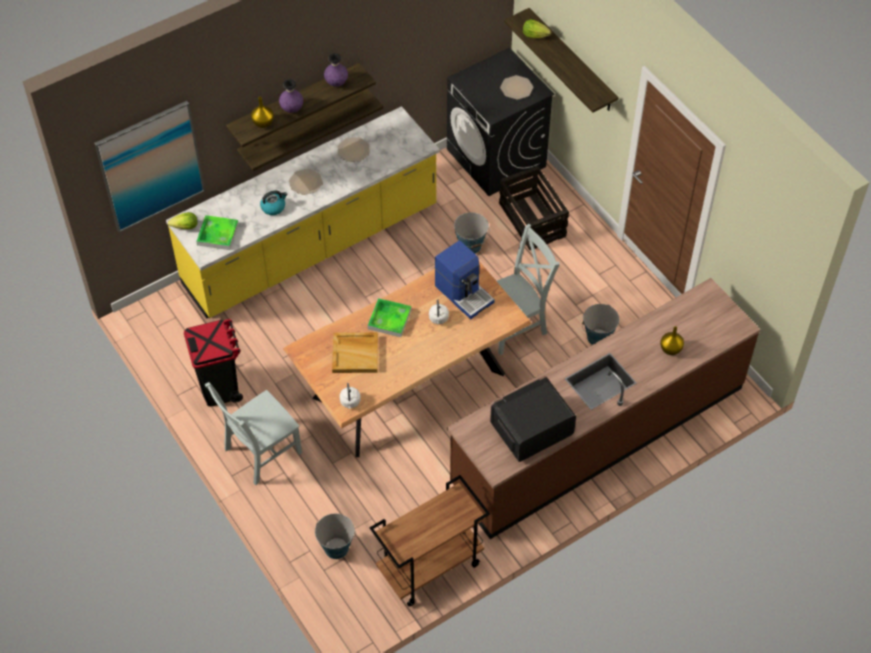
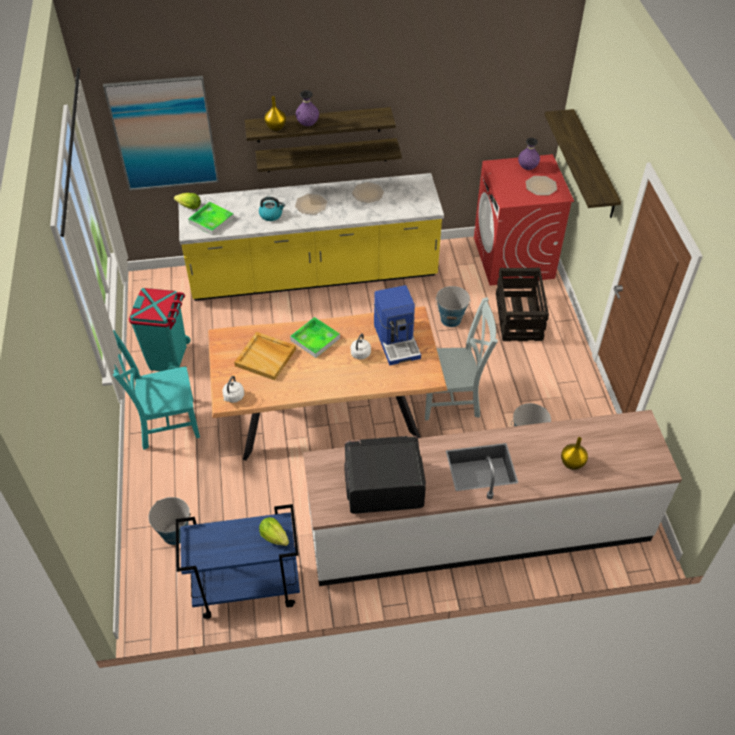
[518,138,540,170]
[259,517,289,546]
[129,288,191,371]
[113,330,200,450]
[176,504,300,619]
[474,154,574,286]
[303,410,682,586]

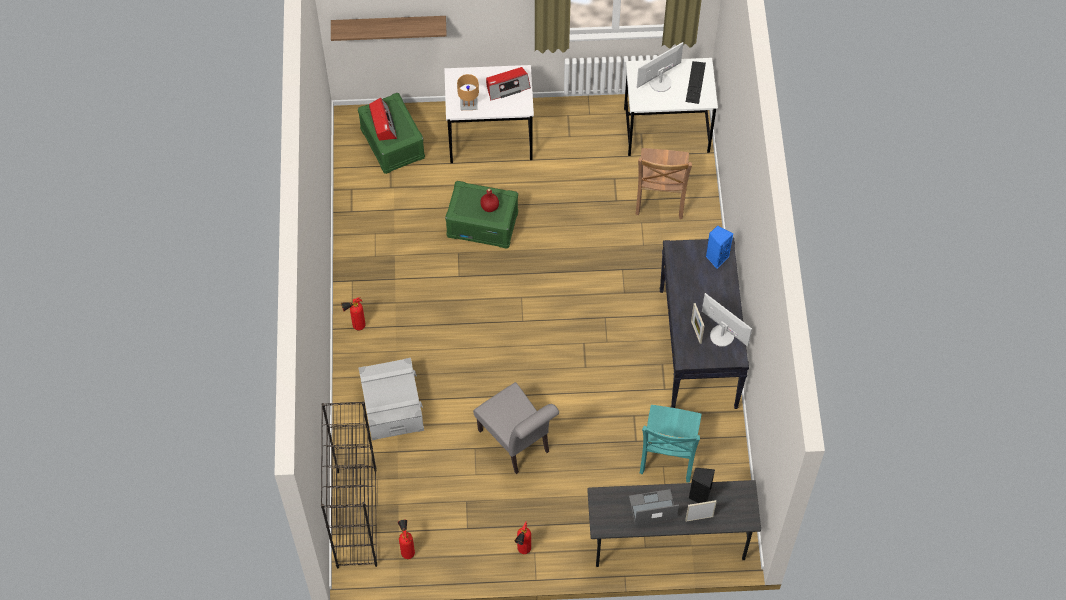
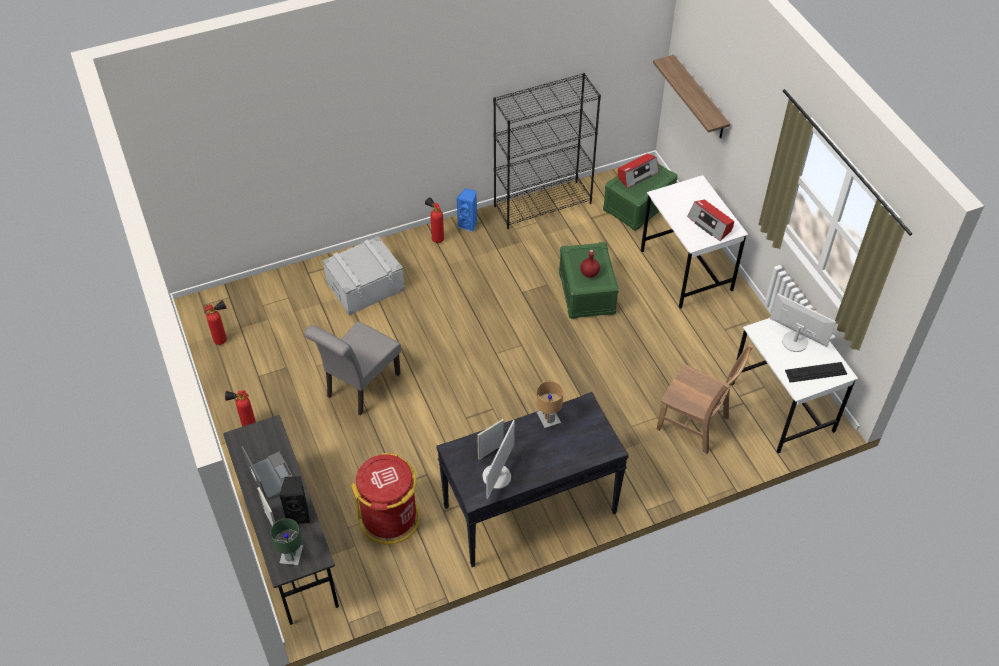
[271,518,303,565]
[493,73,601,229]
[536,381,563,428]
[457,188,477,232]
[351,453,420,544]
[656,344,754,454]

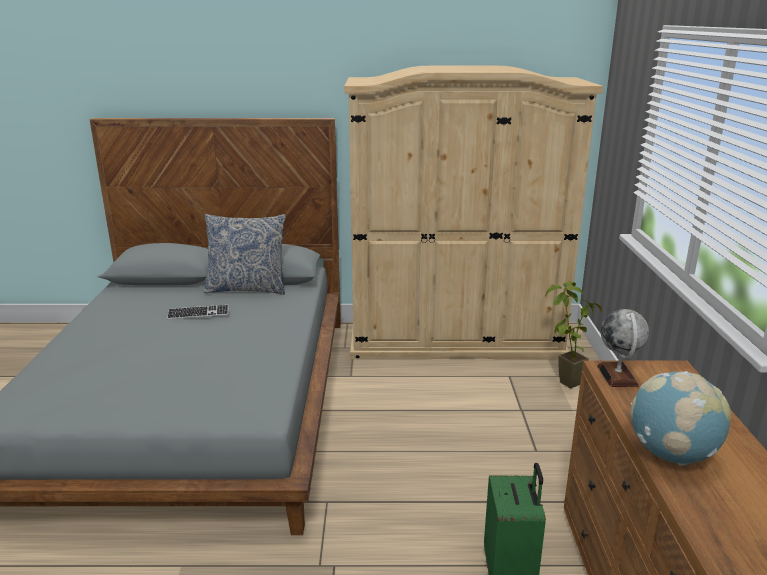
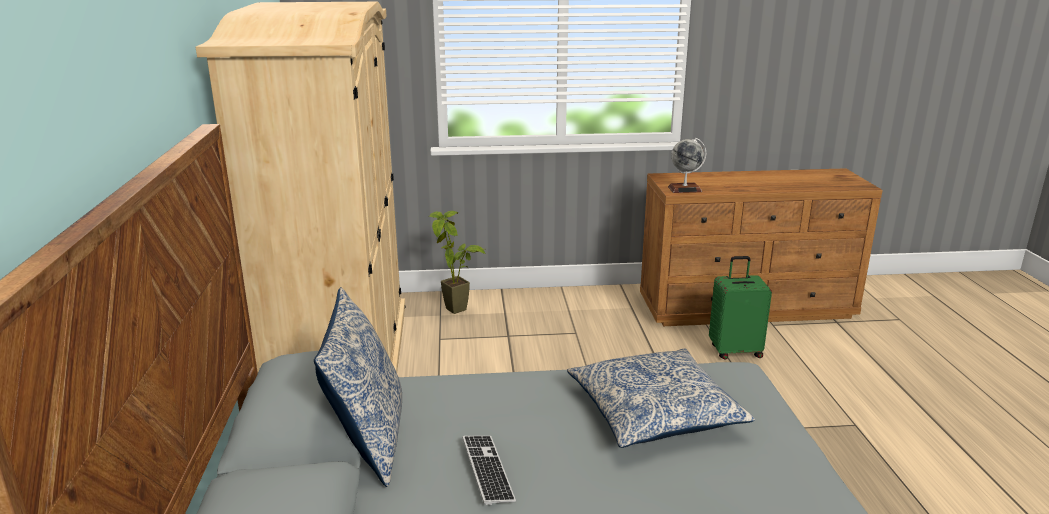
[630,371,731,466] (first image)
[567,348,755,448]

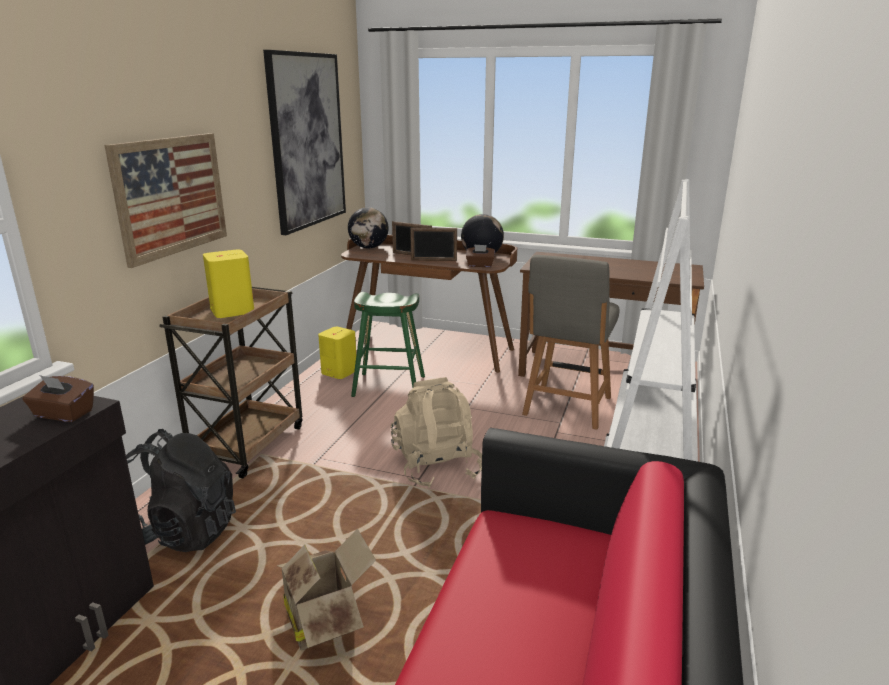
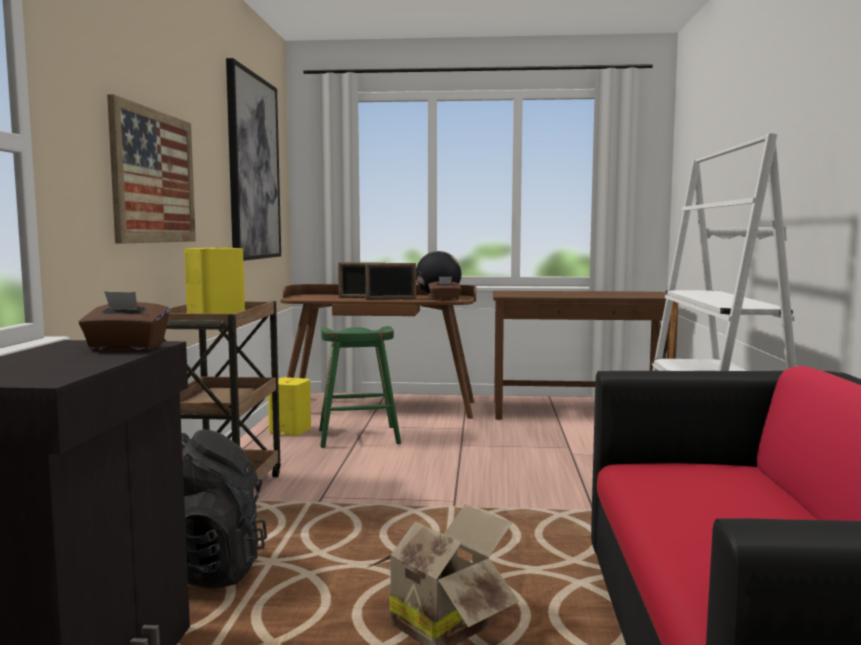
[348,207,389,248] (first image)
[391,377,482,488] (first image)
[522,255,620,430] (first image)

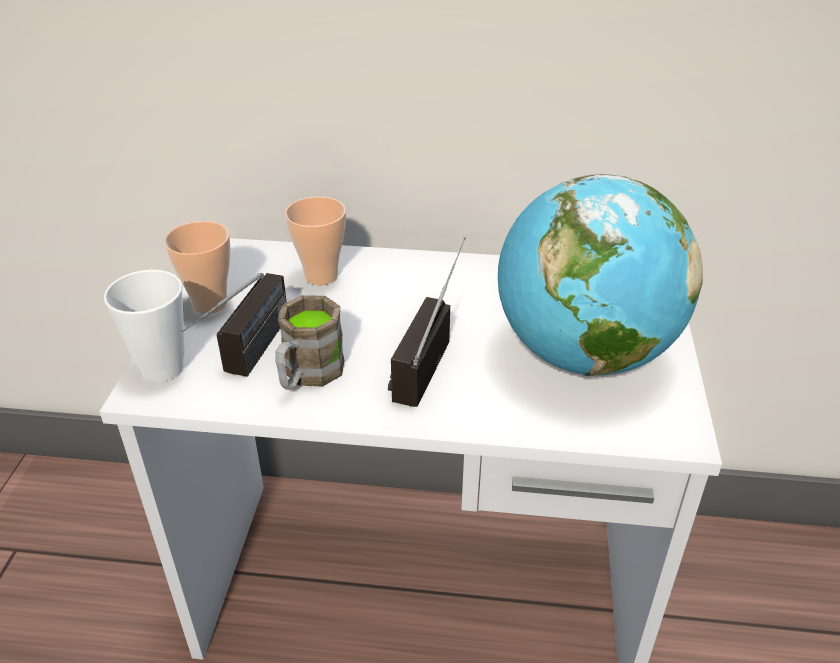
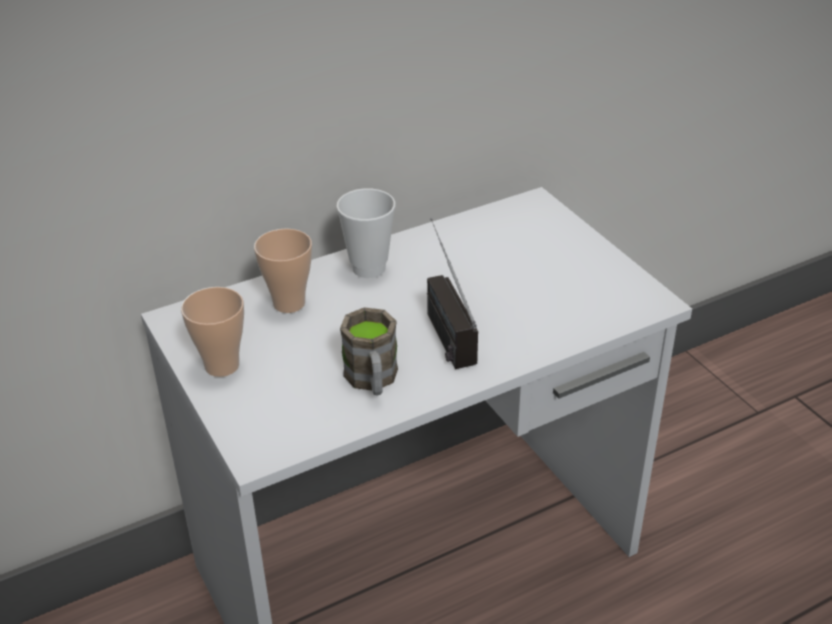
[180,273,287,377] (first image)
[498,174,703,376] (first image)
[336,188,396,278]

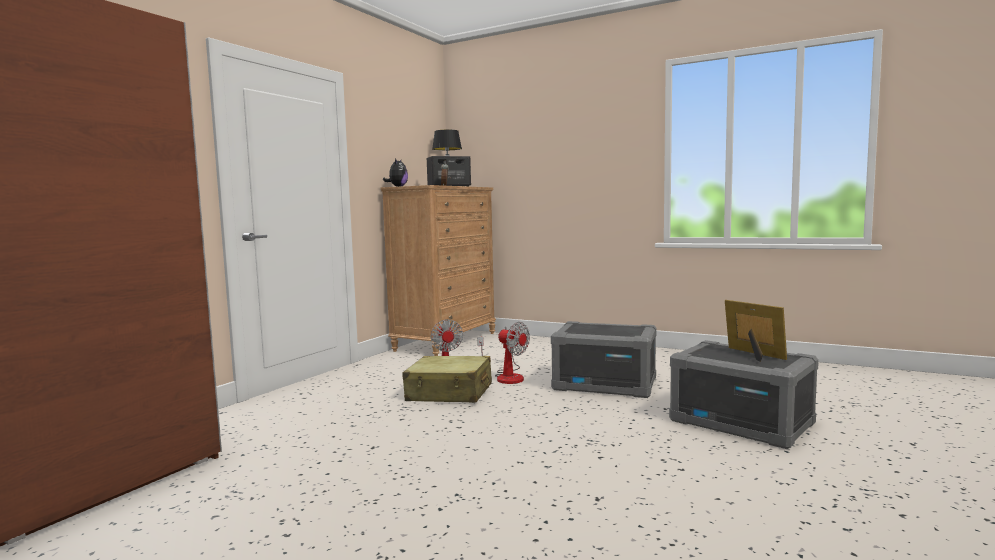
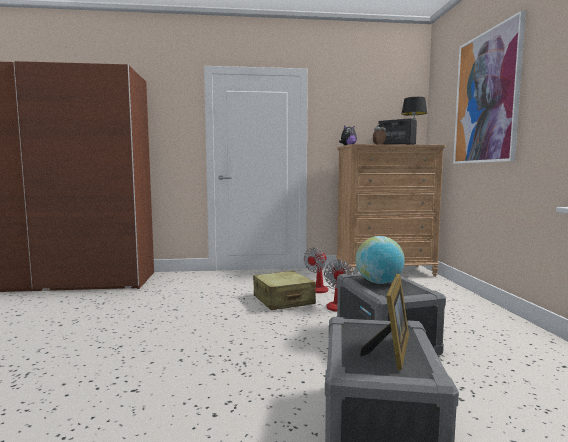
[356,236,405,284]
[453,11,526,164]

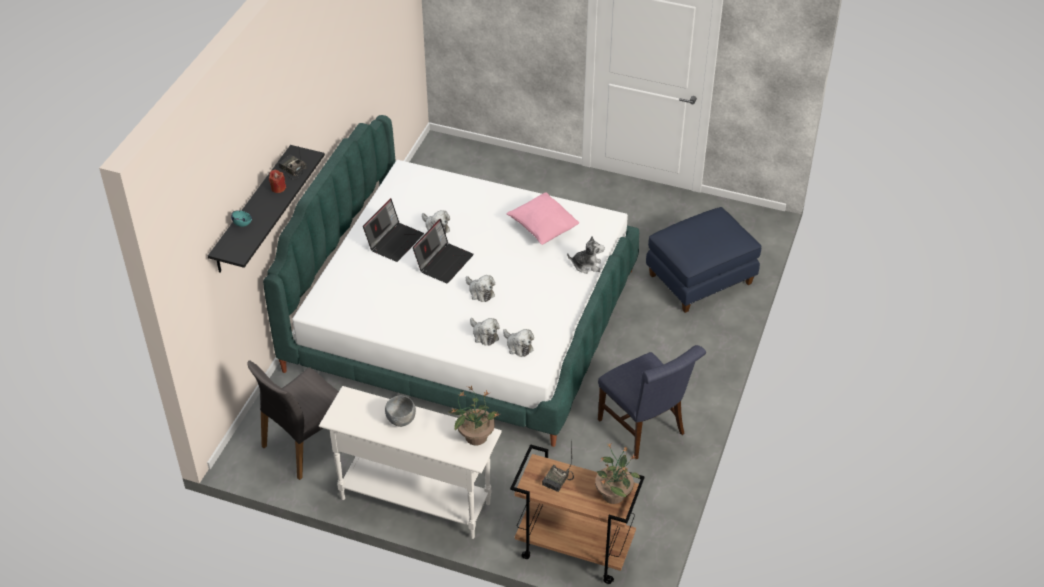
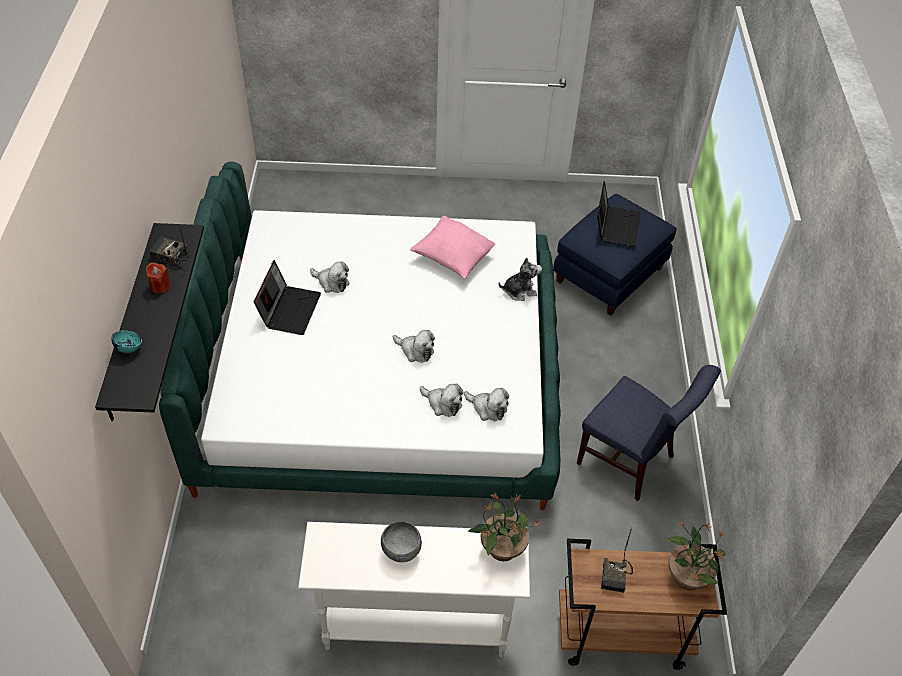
[247,360,339,480] (first image)
[597,181,641,247]

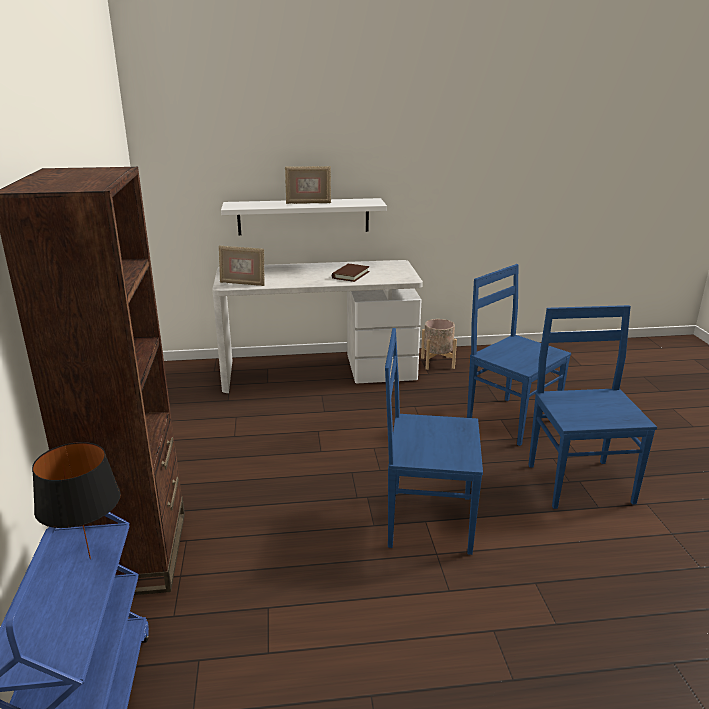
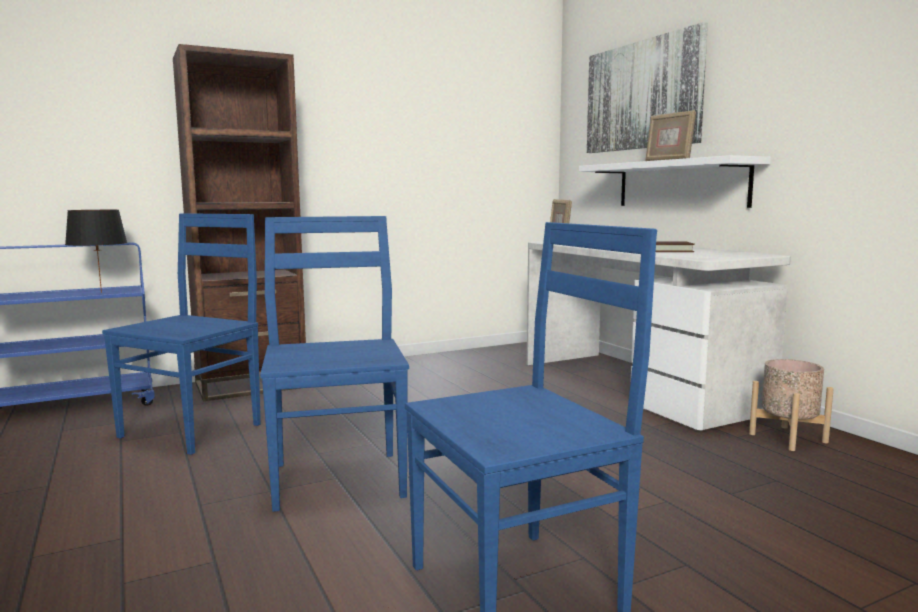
[587,22,708,153]
[102,213,261,455]

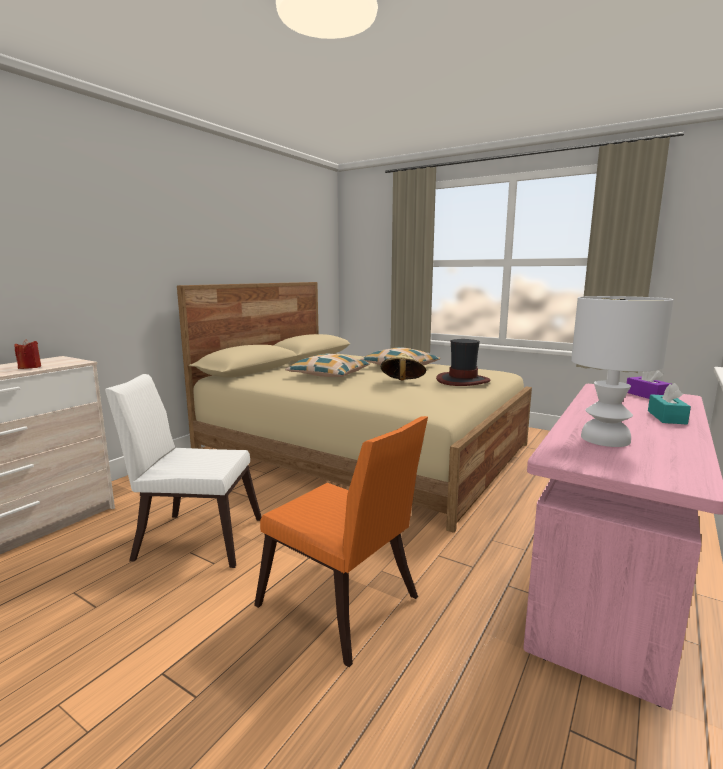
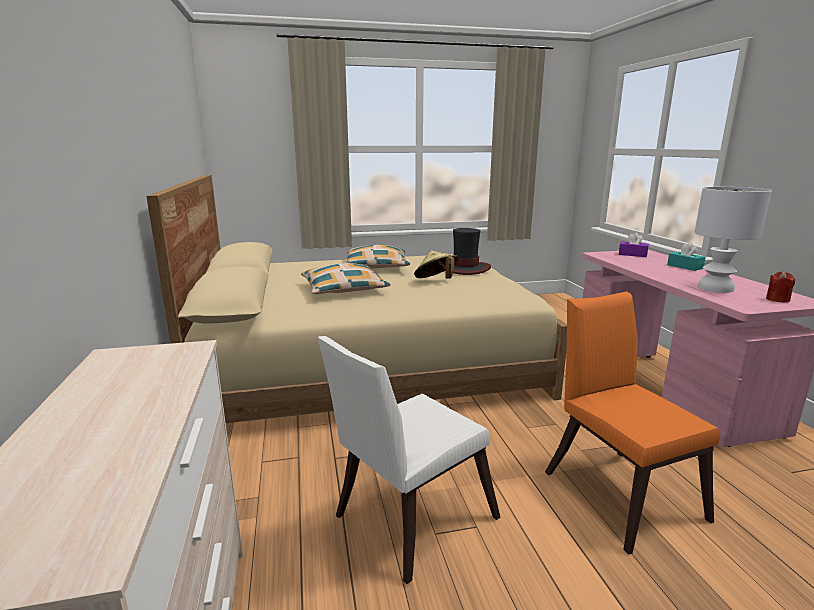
[766,271,795,303]
[545,292,720,554]

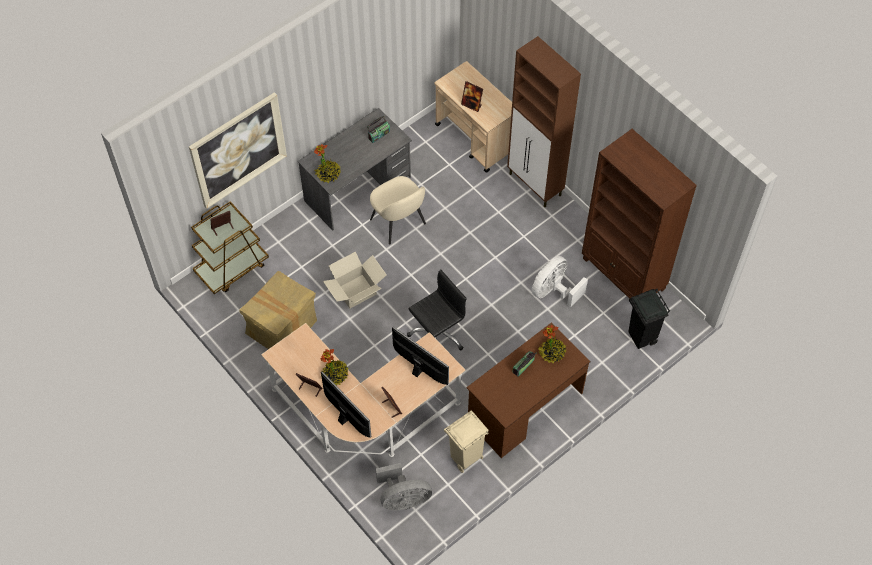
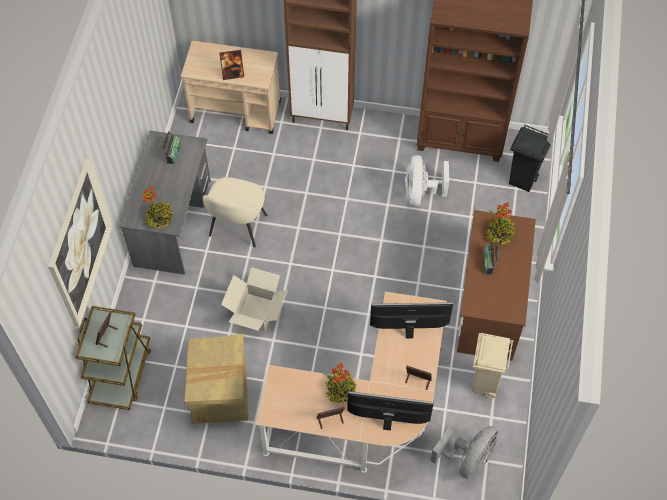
[407,269,467,351] (first image)
[203,177,267,247]

